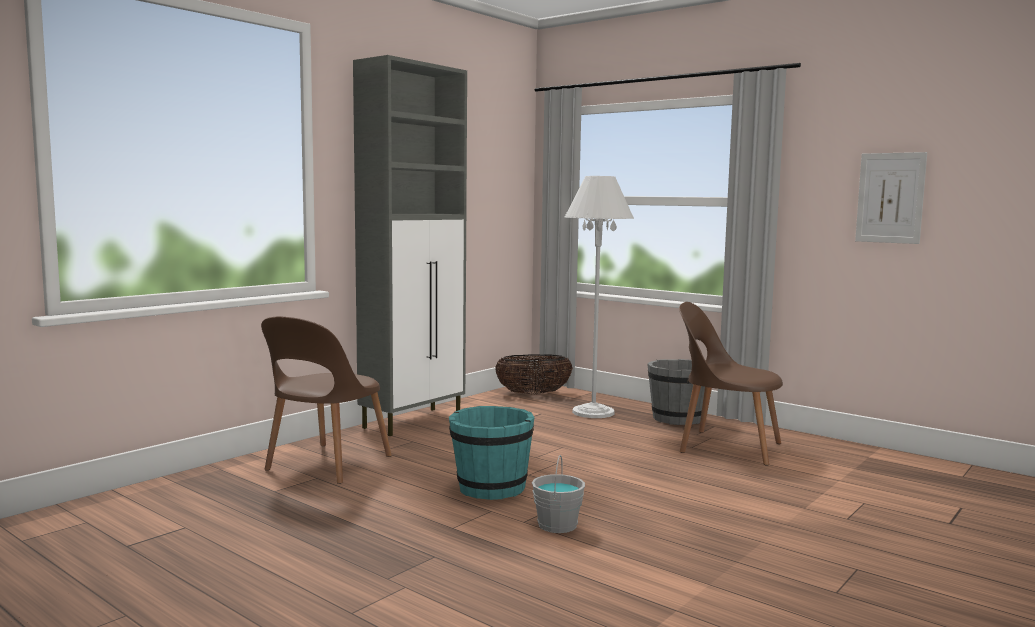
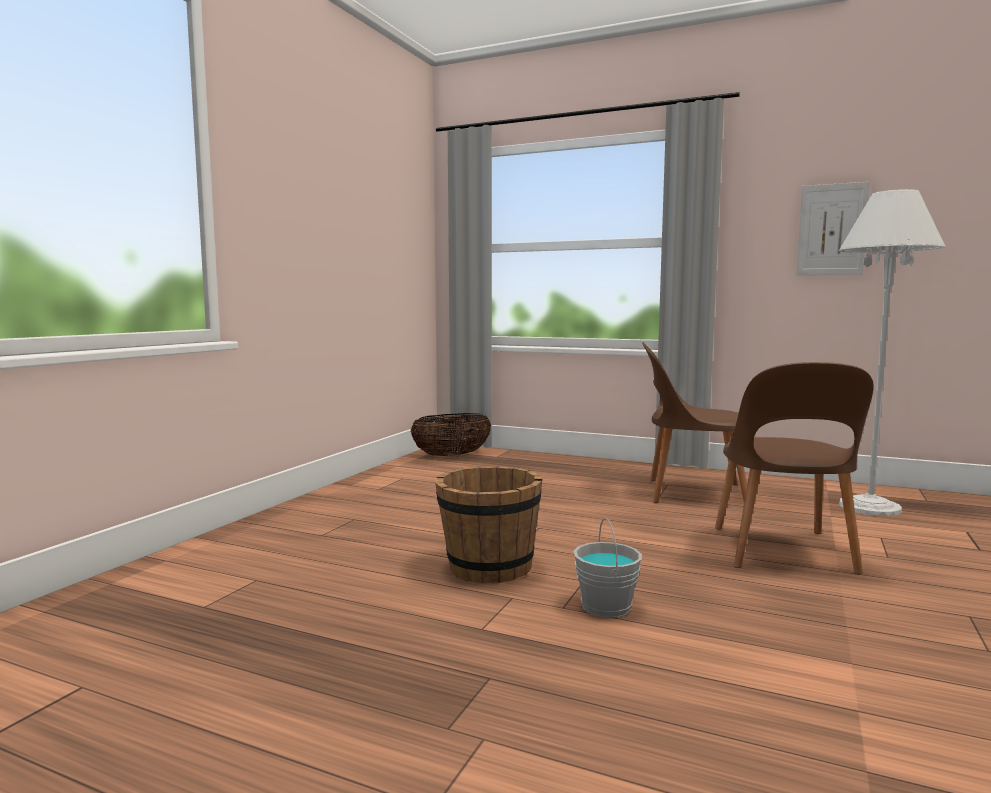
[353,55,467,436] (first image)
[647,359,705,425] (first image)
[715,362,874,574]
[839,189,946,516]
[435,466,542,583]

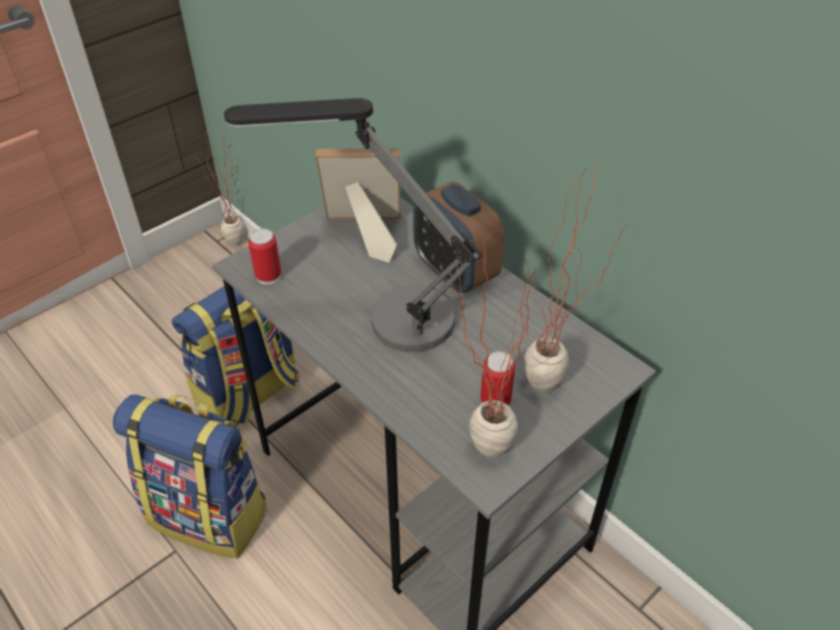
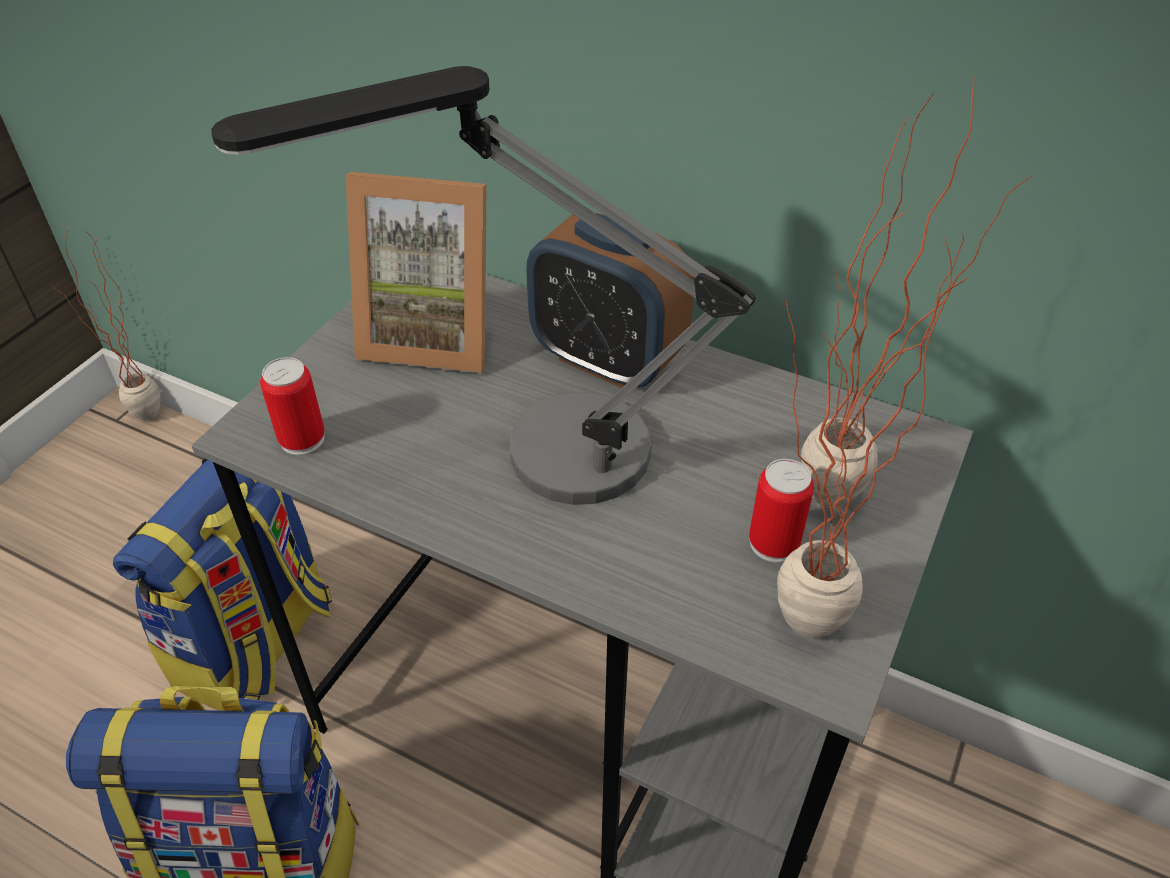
[345,172,487,373]

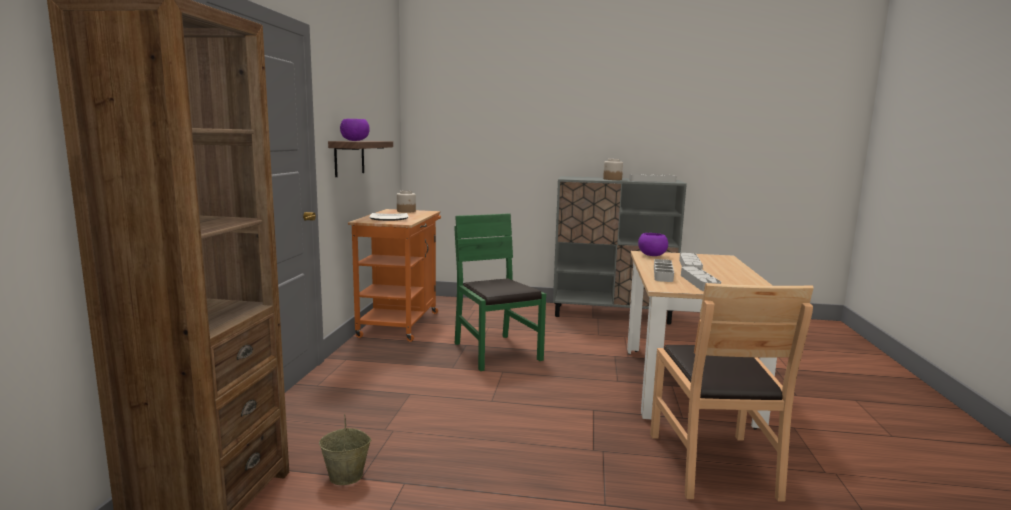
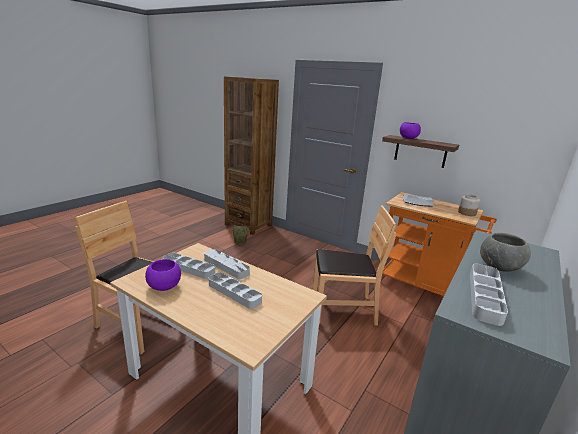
[145,259,181,291]
[480,233,531,272]
[313,205,396,326]

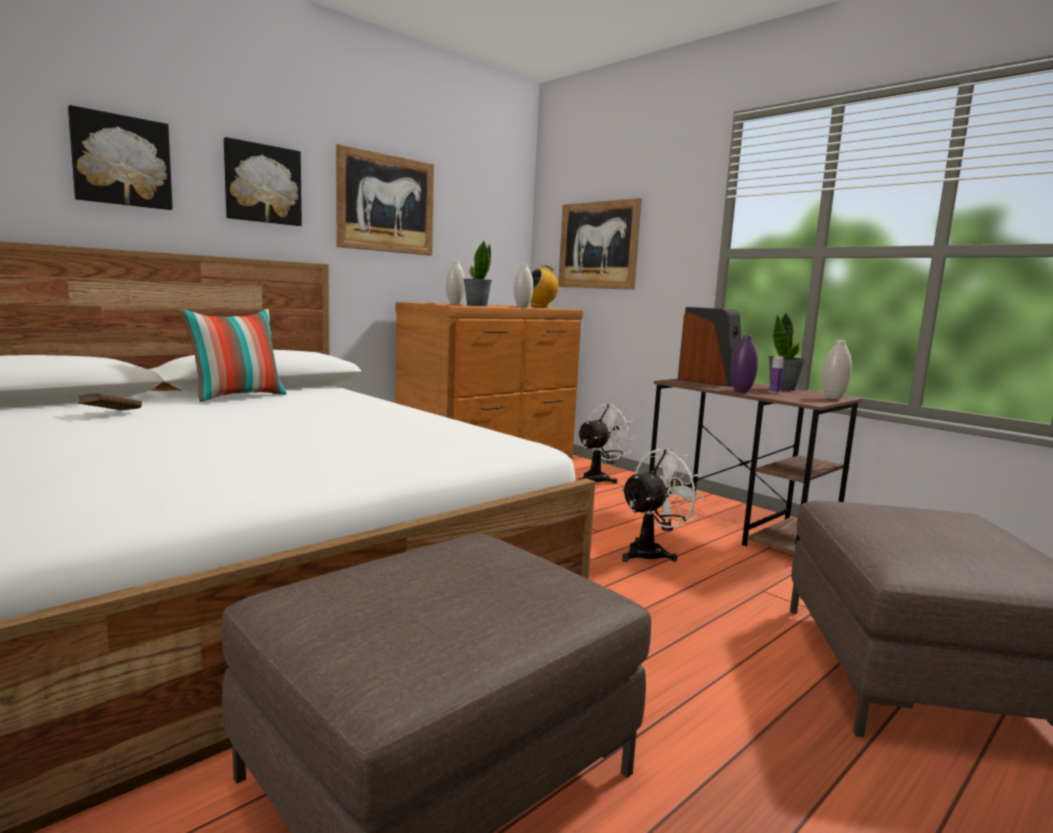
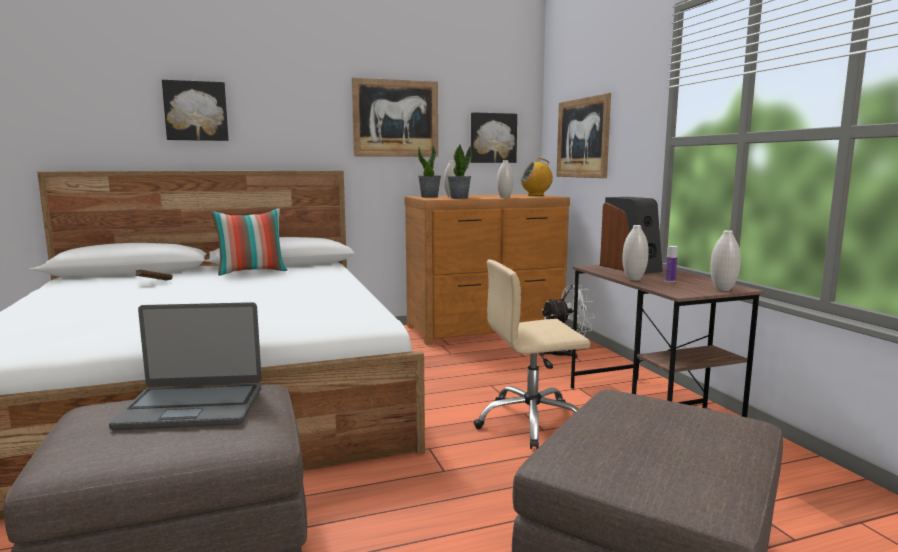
[109,302,262,430]
[471,112,517,163]
[418,145,441,198]
[474,260,590,449]
[622,225,649,281]

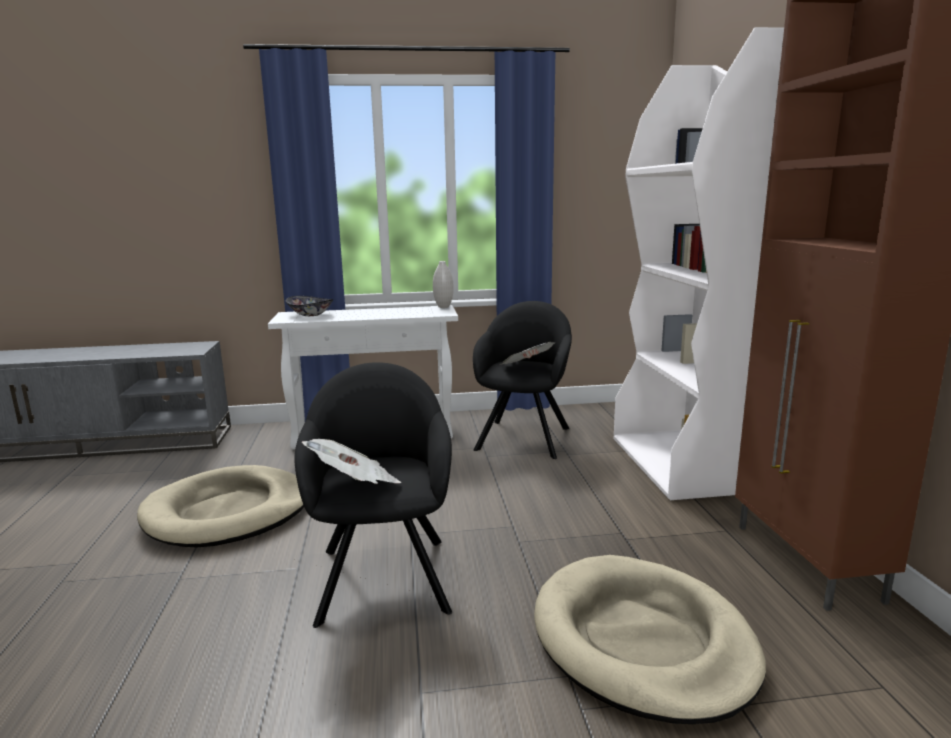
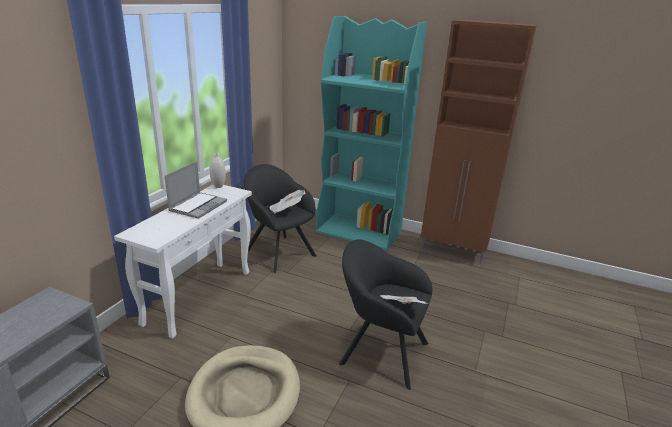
[285,296,333,316] (first image)
[534,555,766,724] (first image)
[165,161,227,219]
[316,16,427,251]

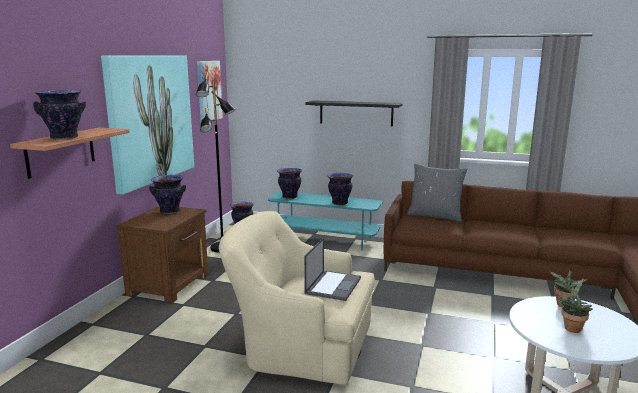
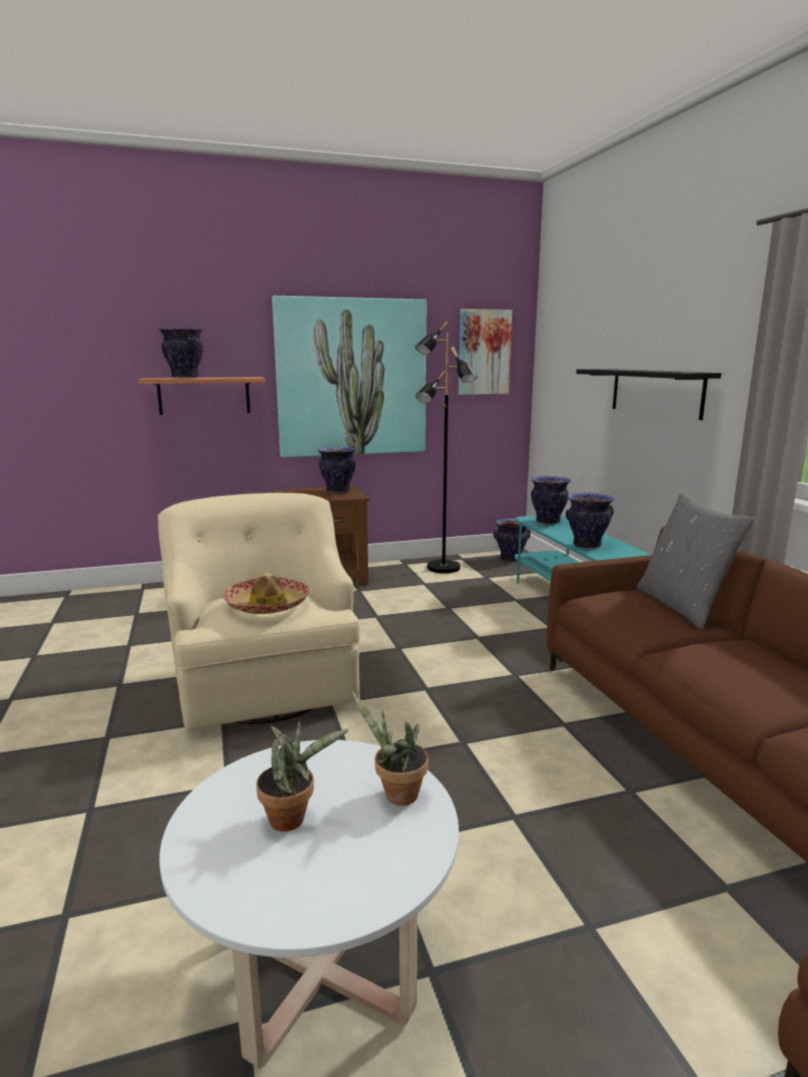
[223,573,310,614]

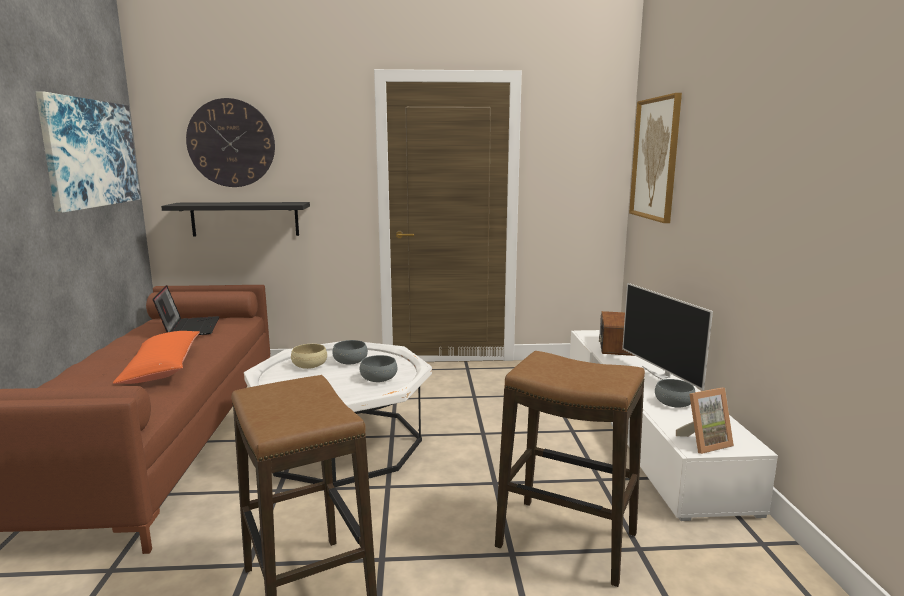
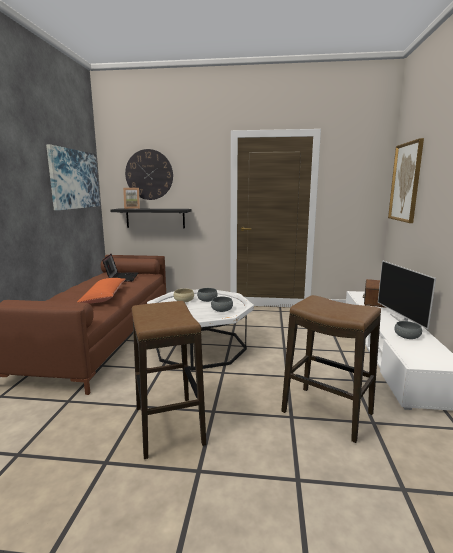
[123,188,140,209]

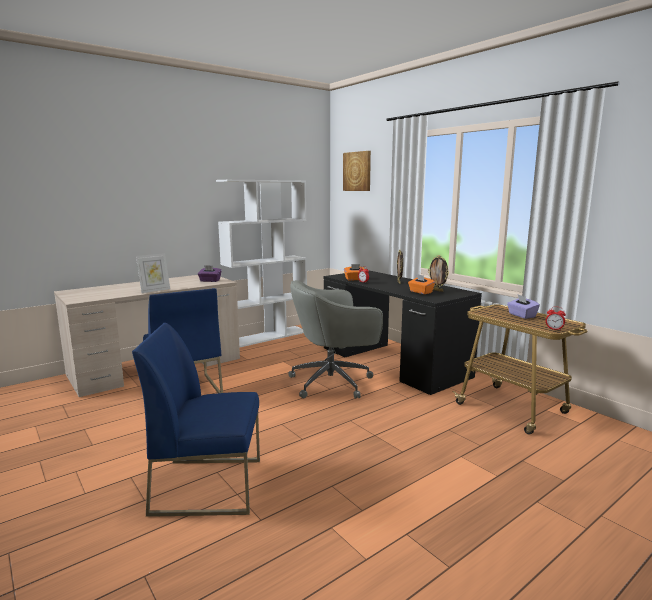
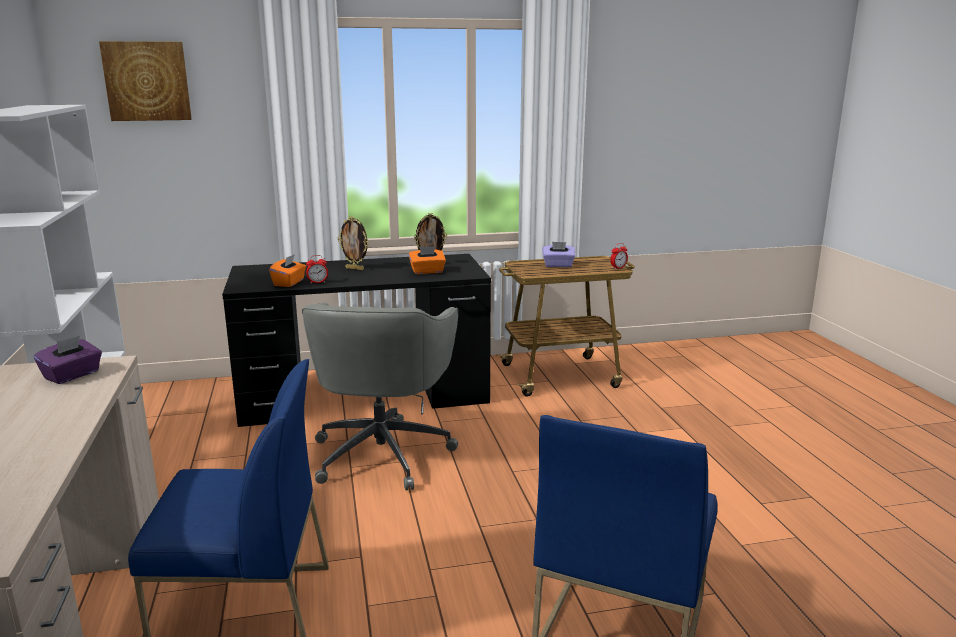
[136,253,170,293] (first image)

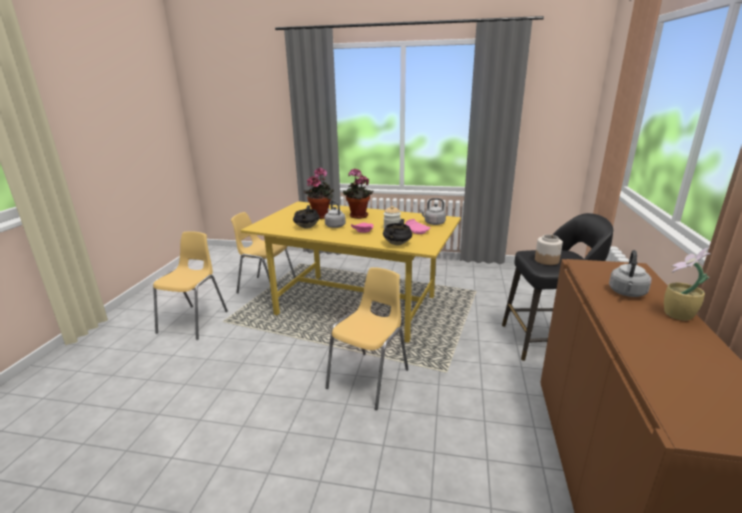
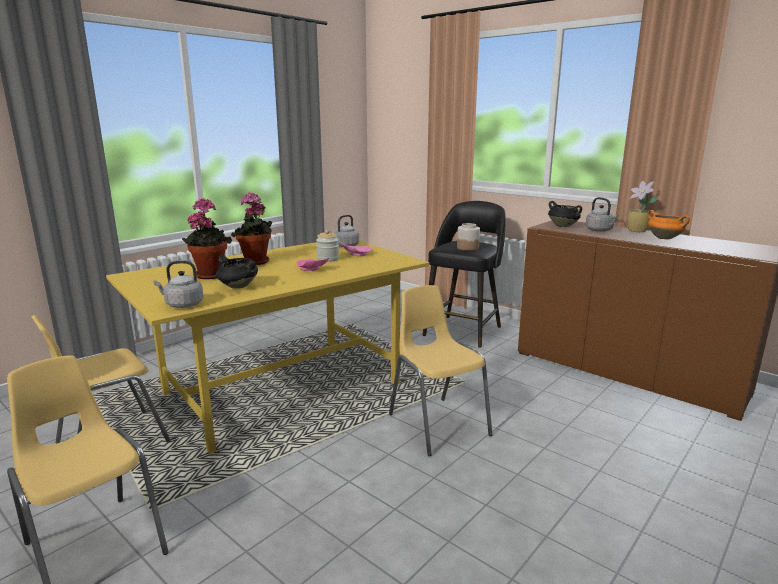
[647,210,690,239]
[153,261,203,308]
[548,201,582,227]

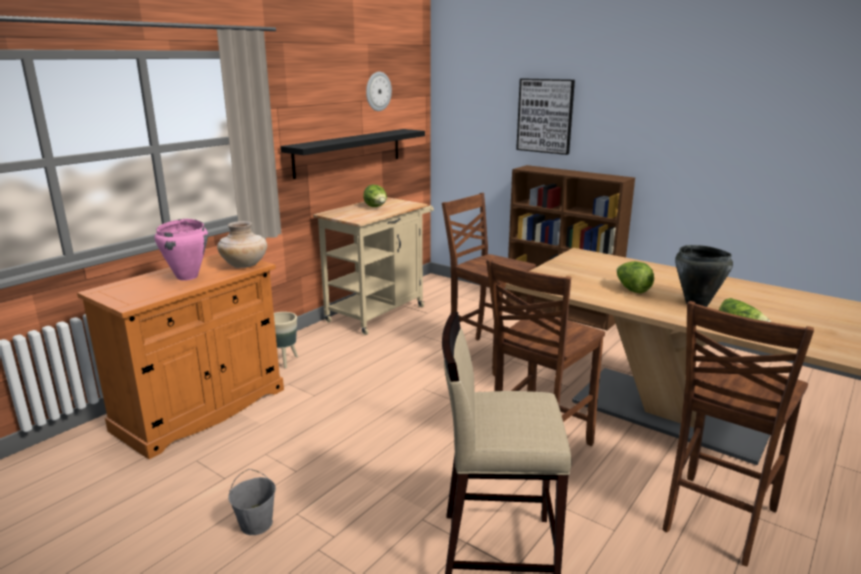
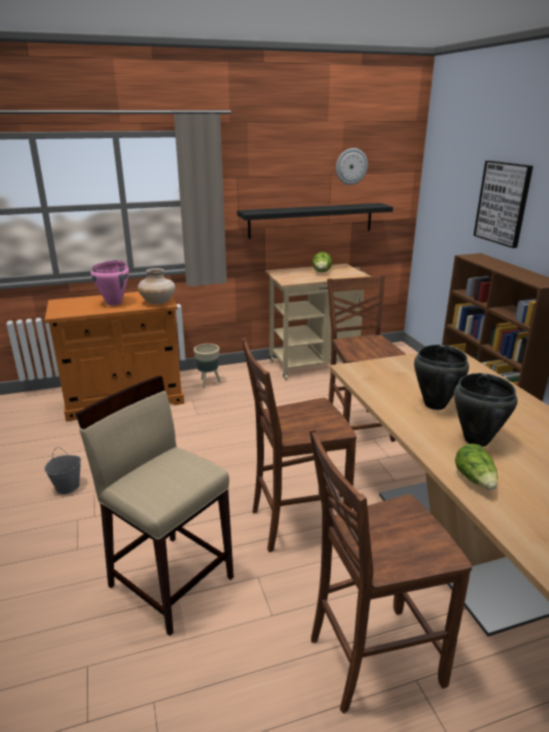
[414,345,469,410]

